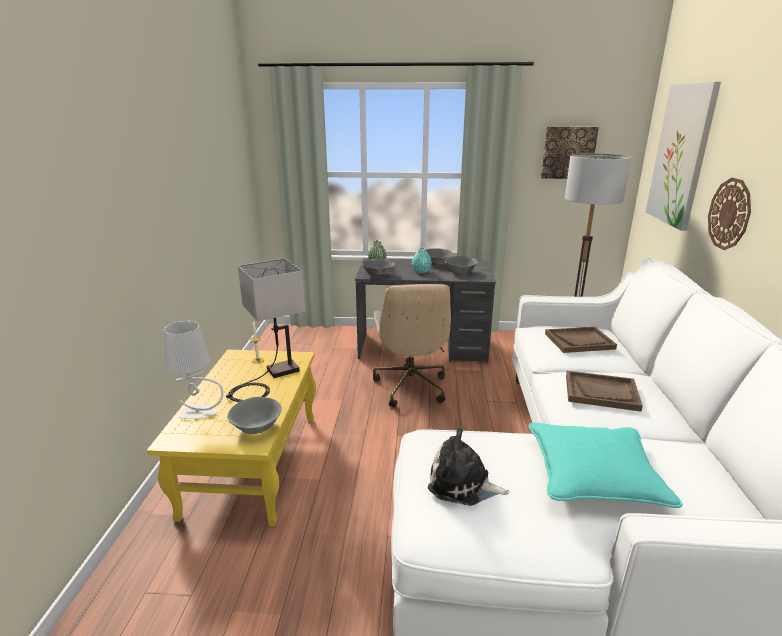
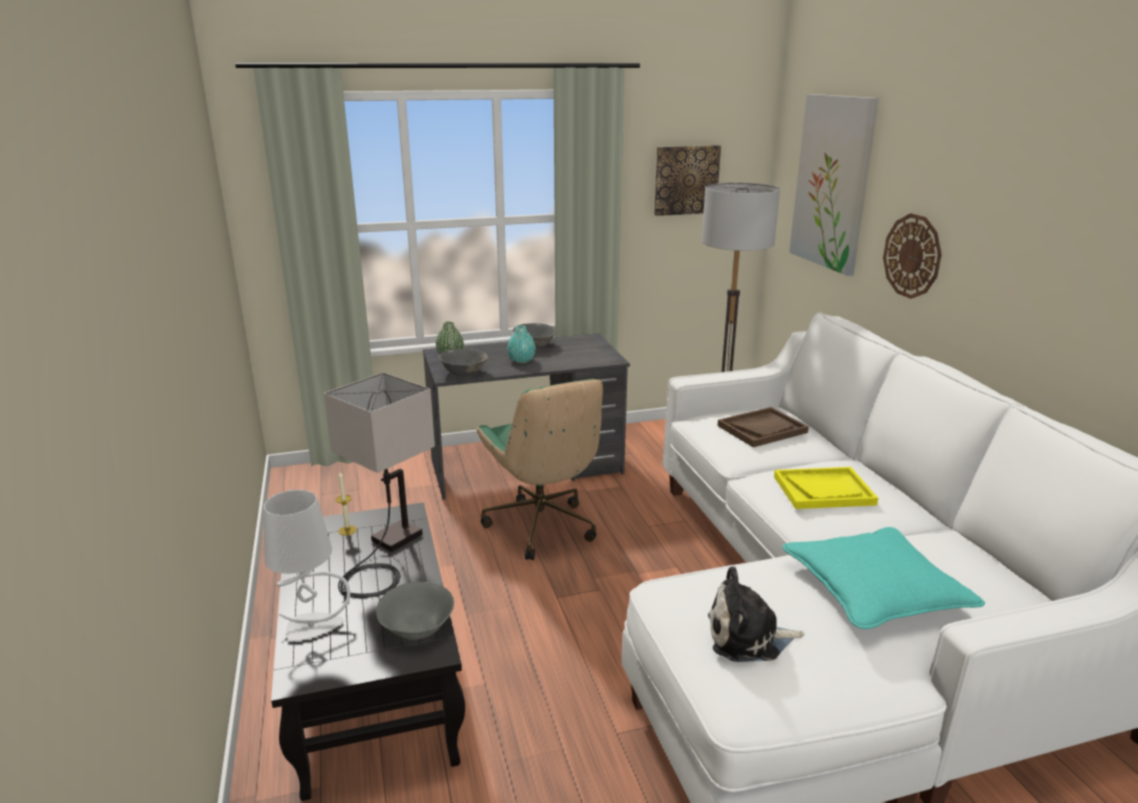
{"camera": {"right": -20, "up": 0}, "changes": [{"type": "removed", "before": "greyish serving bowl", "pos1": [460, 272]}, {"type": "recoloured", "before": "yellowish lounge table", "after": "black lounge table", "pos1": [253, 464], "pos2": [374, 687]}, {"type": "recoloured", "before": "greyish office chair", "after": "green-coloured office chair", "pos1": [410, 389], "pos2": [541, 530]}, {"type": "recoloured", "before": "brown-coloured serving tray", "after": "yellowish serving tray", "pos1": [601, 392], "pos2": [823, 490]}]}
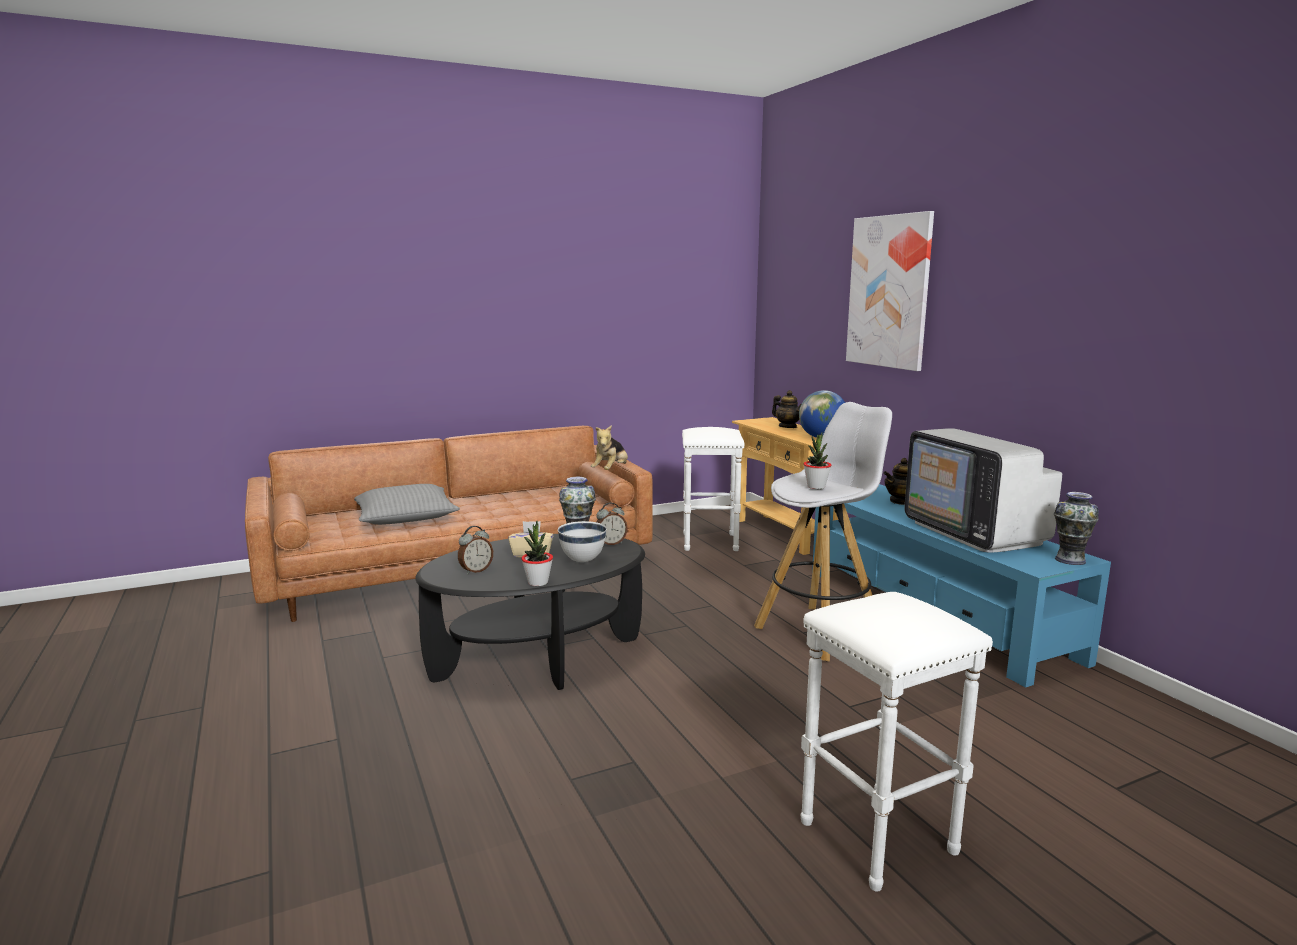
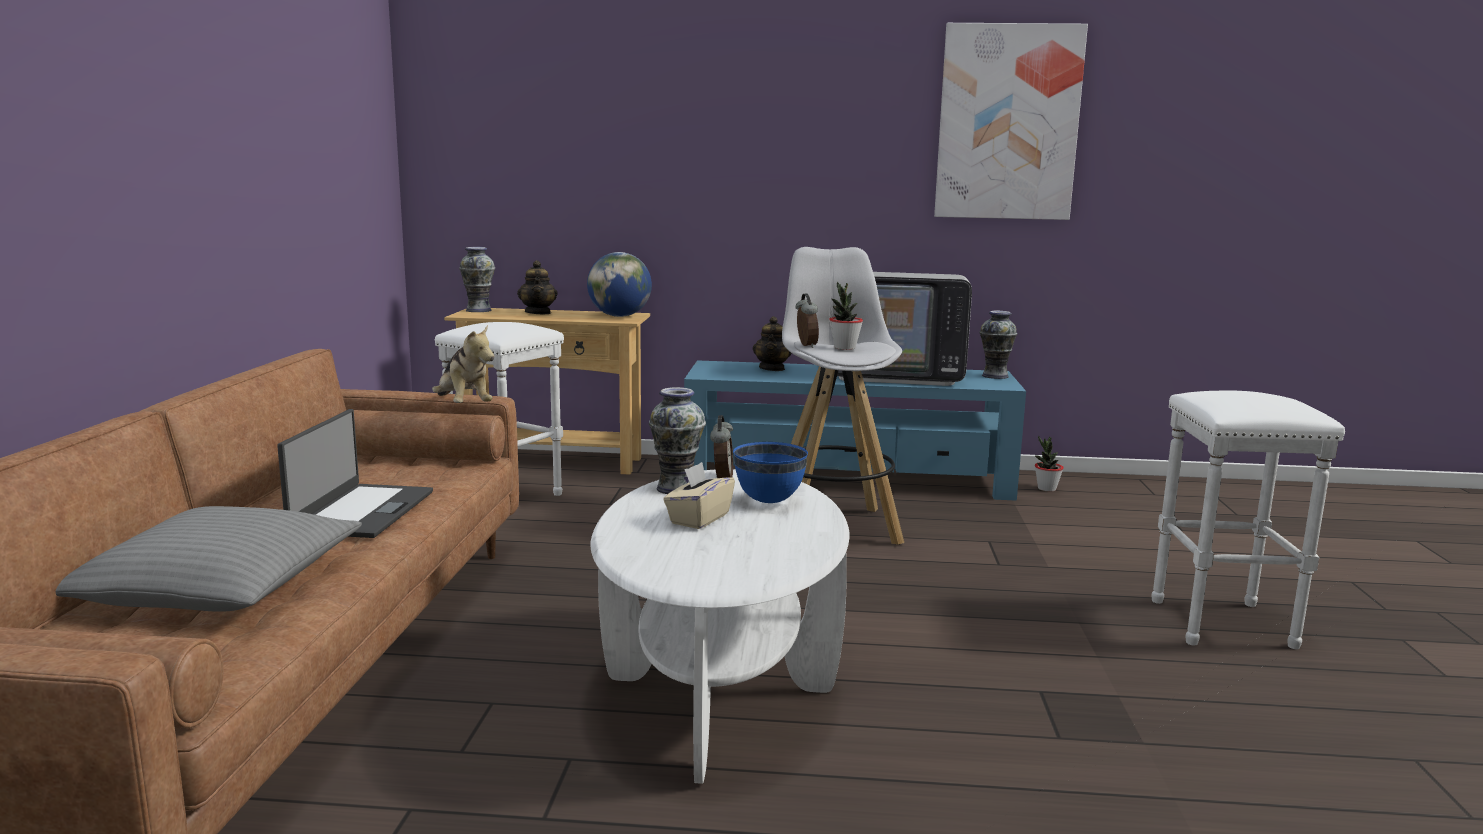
{"camera": {"right": -60, "up": 0}, "changes": [{"type": "added", "after": "laptop", "pos2": [361, 511]}, {"type": "added", "after": "vase", "pos2": [478, 310]}, {"type": "moved", "before": "bedside clock", "pos1": [475, 570], "pos2": [805, 345]}, {"type": "moved", "before": "plant in a pot", "pos1": [538, 582], "pos2": [1046, 489]}, {"type": "moved", "before": "wall picture", "pos1": [889, 292], "pos2": [1008, 123]}, {"type": "recoloured", "before": "black lounge table", "after": "whitish lounge table", "pos1": [538, 659], "pos2": [719, 684]}, {"type": "recoloured", "before": "whitish serving bowl", "after": "blue-coloured serving bowl", "pos1": [582, 560], "pos2": [769, 501]}, {"type": "turned", "before": "pot for tea", "pos1": [787, 427], "pos2": [538, 313], "turn": 90}]}
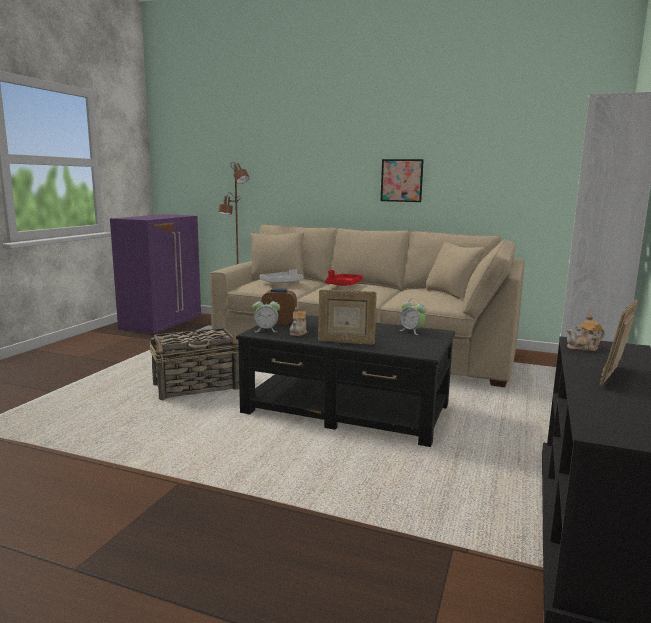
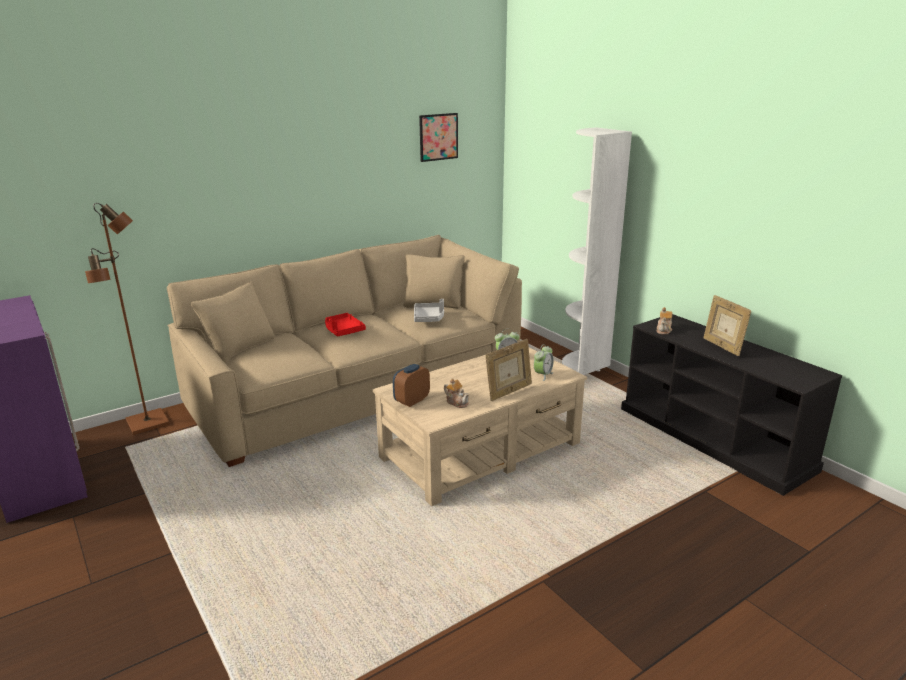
{"camera": {"right": -55, "up": 10}, "changes": [{"type": "removed", "before": "household basket", "pos1": [197, 386]}, {"type": "moved", "before": "bedside clock", "pos1": [266, 330], "pos2": [543, 375]}, {"type": "moved", "before": "greyish serving tray", "pos1": [281, 283], "pos2": [429, 318]}, {"type": "moved", "before": "wall picture", "pos1": [401, 180], "pos2": [438, 137]}, {"type": "recoloured", "before": "black lounge table", "after": "beige-coloured lounge table", "pos1": [347, 409], "pos2": [482, 450]}]}
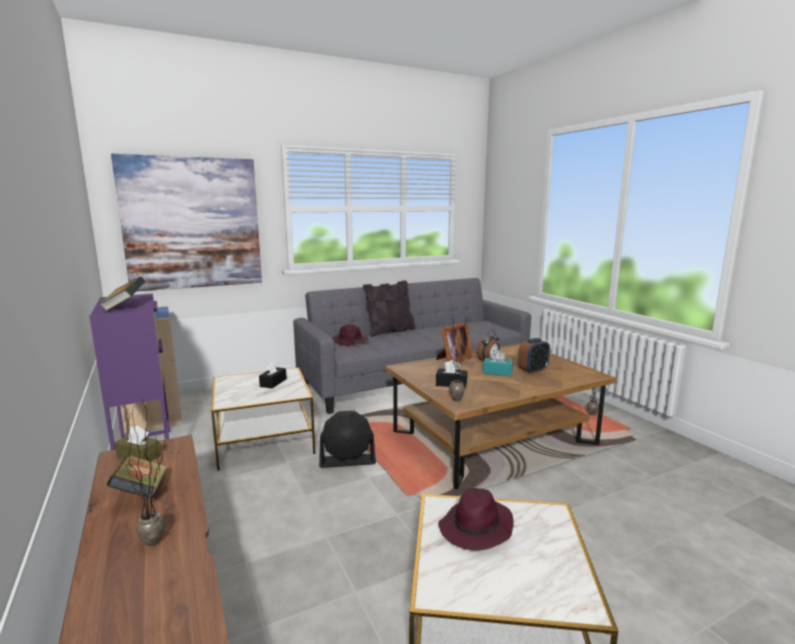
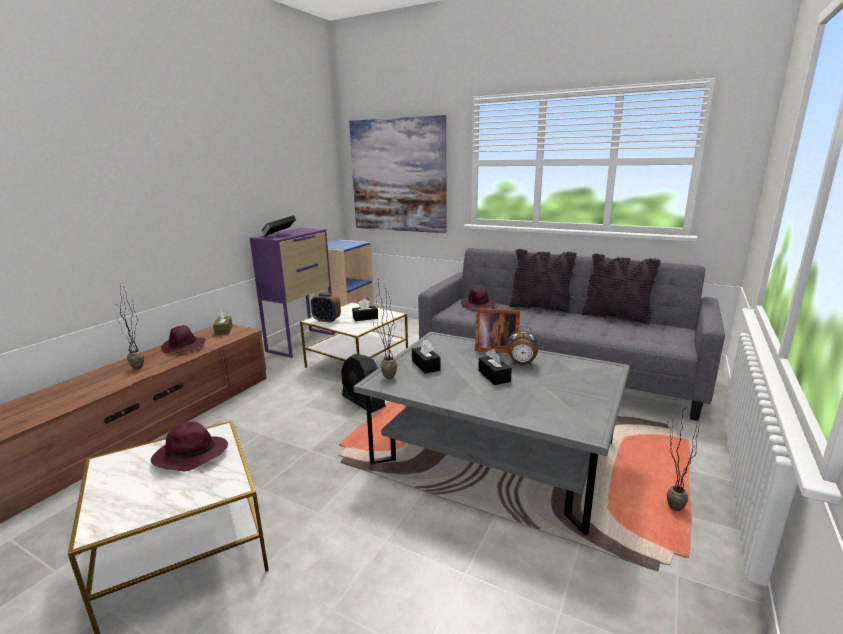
{"camera": {"right": 55, "up": 5}, "changes": [{"type": "added", "after": "black throw pillow", "pos2": [616, 317]}, {"type": "moved", "before": "bedside clock", "pos1": [532, 370], "pos2": [326, 320]}, {"type": "replaced", "before": "book", "after": "purple-coloured hat", "pos1": [141, 493], "pos2": [184, 347]}, {"type": "recoloured", "before": "brown-coloured lounge table", "after": "greyish lounge table", "pos1": [493, 438], "pos2": [493, 453]}, {"type": "recoloured", "before": "turquoise tissue box", "after": "black tissue box", "pos1": [497, 372], "pos2": [494, 376]}]}
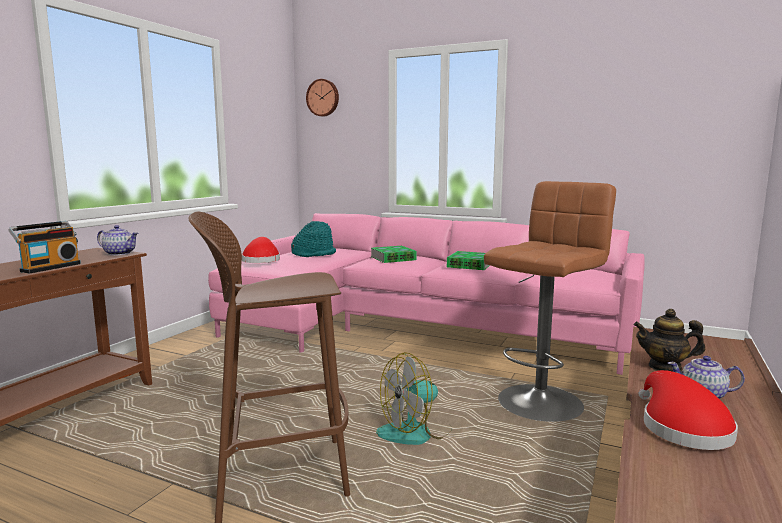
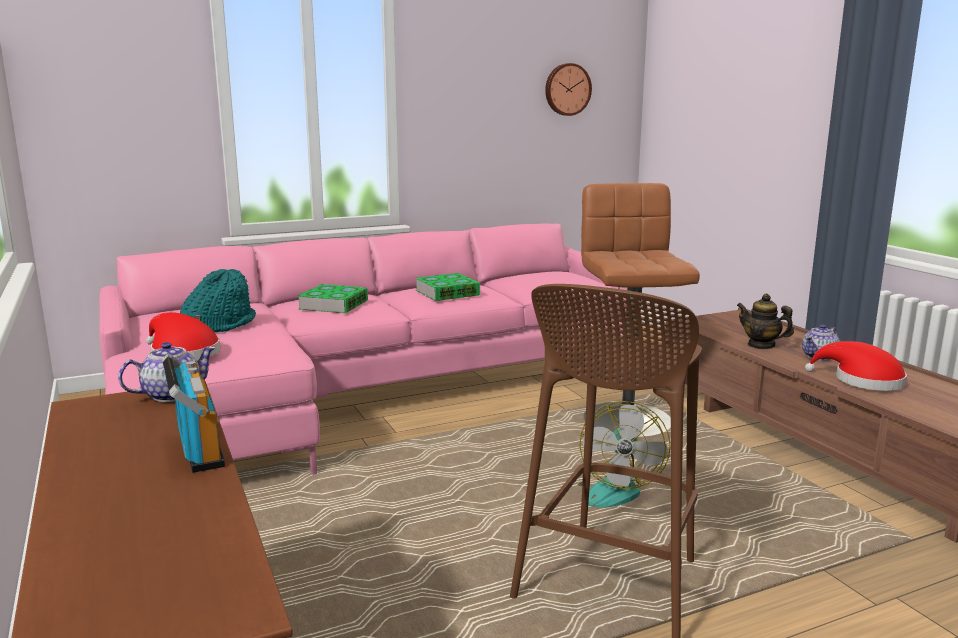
{"camera": {"right": -50, "up": 5}, "changes": [{"type": "moved", "before": "hanging clock", "pos1": [323, 98], "pos2": [567, 89]}, {"type": "turned", "before": "pot for tea", "pos1": [665, 367], "pos2": [761, 345], "turn": 75}]}
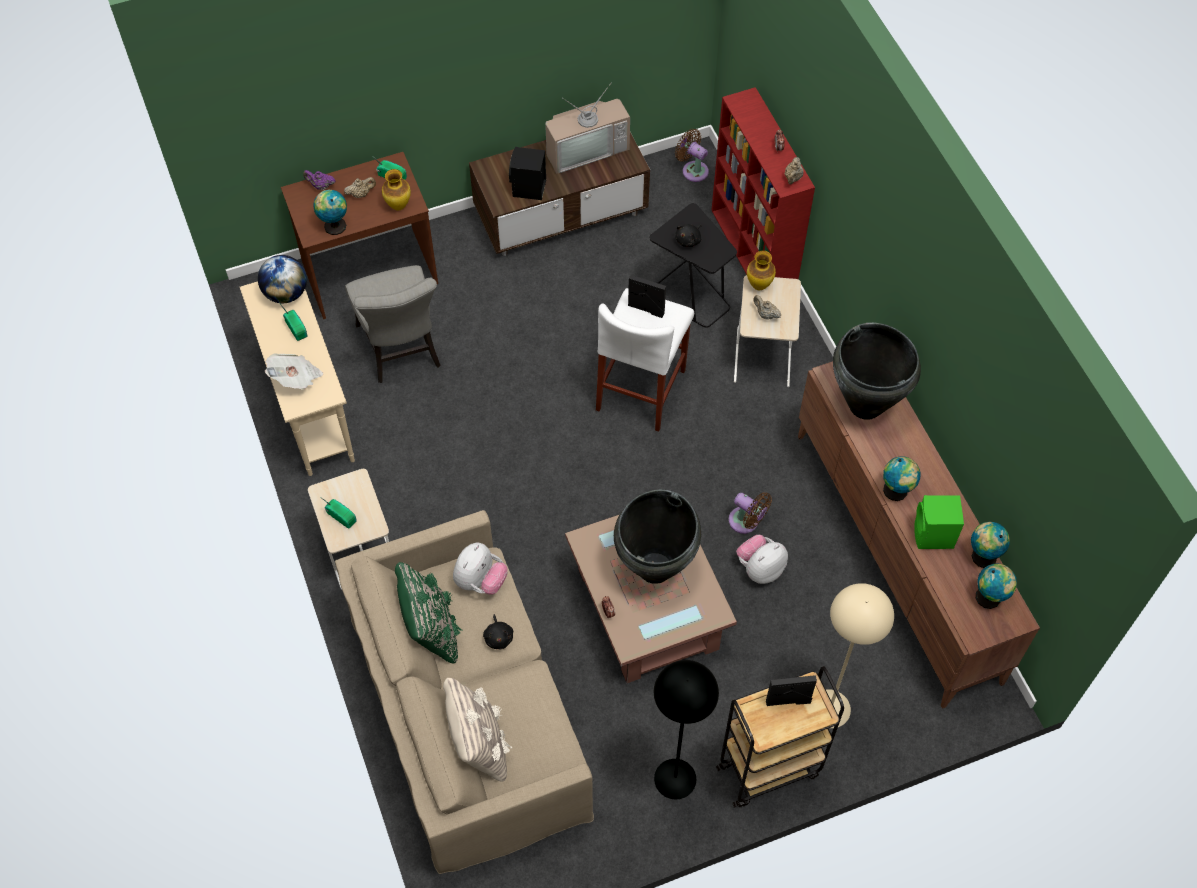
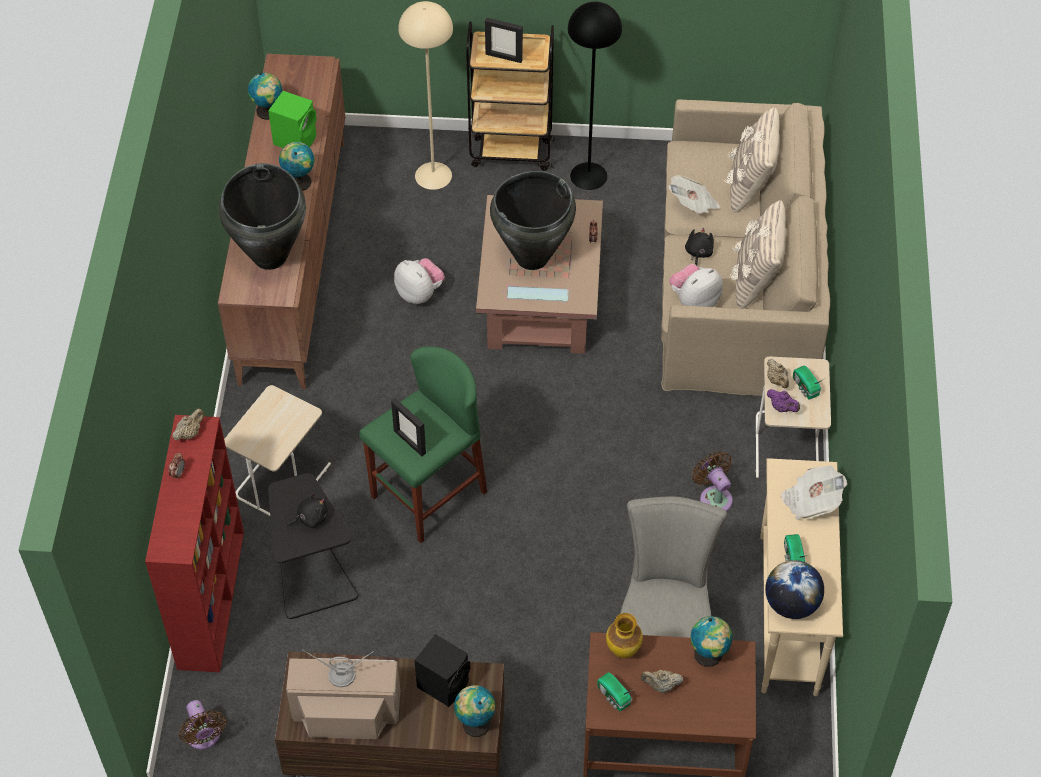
{"camera": {"right": -155, "up": -5}, "changes": [{"type": "removed", "before": "vase", "pos1": [759, 285]}, {"type": "added", "after": "printed paper", "pos2": [693, 204]}, {"type": "moved", "before": "purple-coloured pot for tea", "pos1": [321, 186], "pos2": [782, 408]}, {"type": "moved", "before": "brown-coloured electric fan", "pos1": [746, 522], "pos2": [714, 497]}, {"type": "moved", "before": "beige-coloured pot for tea", "pos1": [765, 314], "pos2": [777, 380]}, {"type": "moved", "before": "desk globe", "pos1": [990, 597], "pos2": [474, 723]}, {"type": "recoloured", "before": "green-coloured throw pillow", "after": "beige-coloured throw pillow", "pos1": [433, 629], "pos2": [753, 279]}, {"type": "recoloured", "before": "whitish stool", "after": "green-coloured stool", "pos1": [641, 390], "pos2": [428, 494]}, {"type": "turned", "before": "soft toy", "pos1": [760, 568], "pos2": [419, 293], "turn": -120}]}
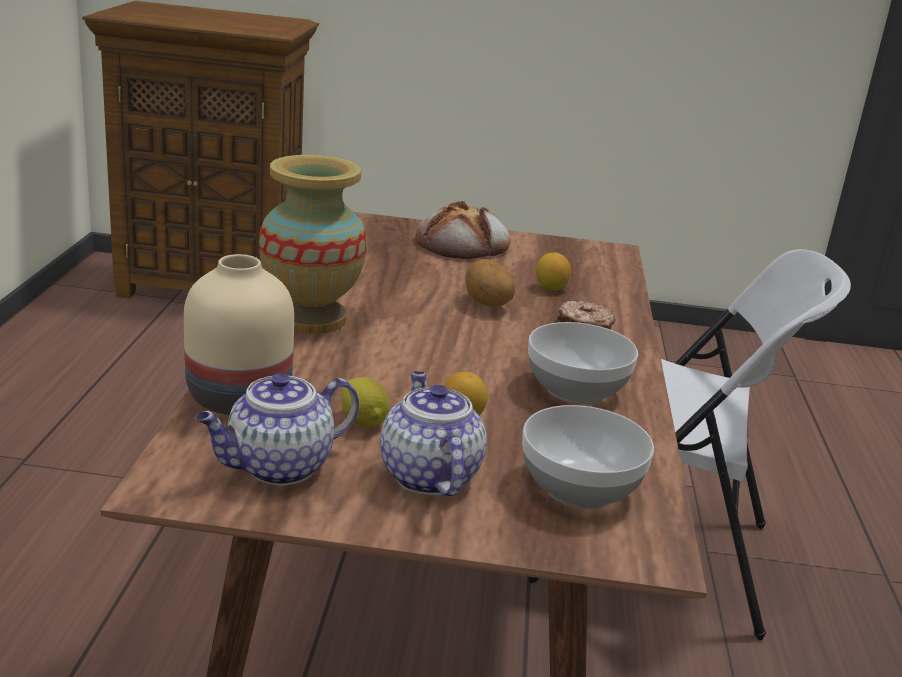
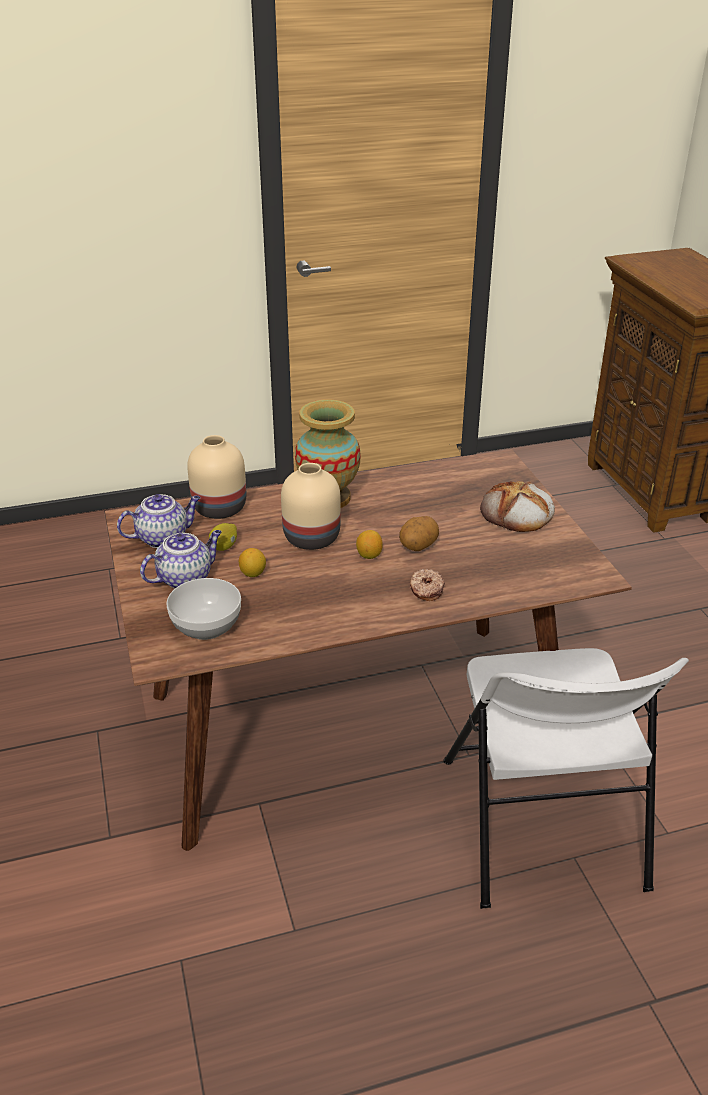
{"camera": {"right": 70, "up": 10}, "changes": [{"type": "removed", "before": "serving bowl", "pos1": [574, 388]}, {"type": "added", "after": "beige-coloured vase", "pos2": [311, 537]}, {"type": "moved", "before": "lemon", "pos1": [550, 288], "pos2": [369, 555]}, {"type": "turned", "before": "pot for tea", "pos1": [278, 467], "pos2": [163, 538], "turn": 120}]}
